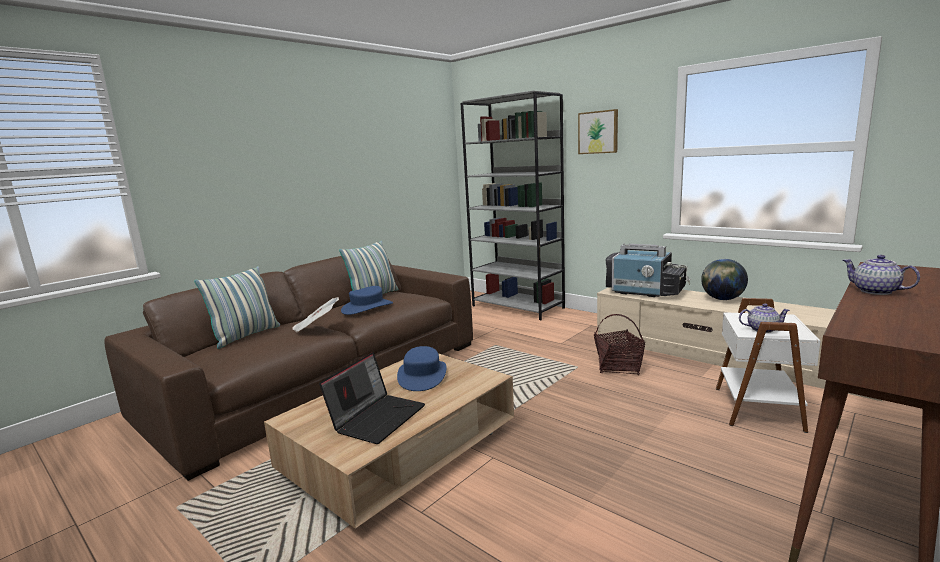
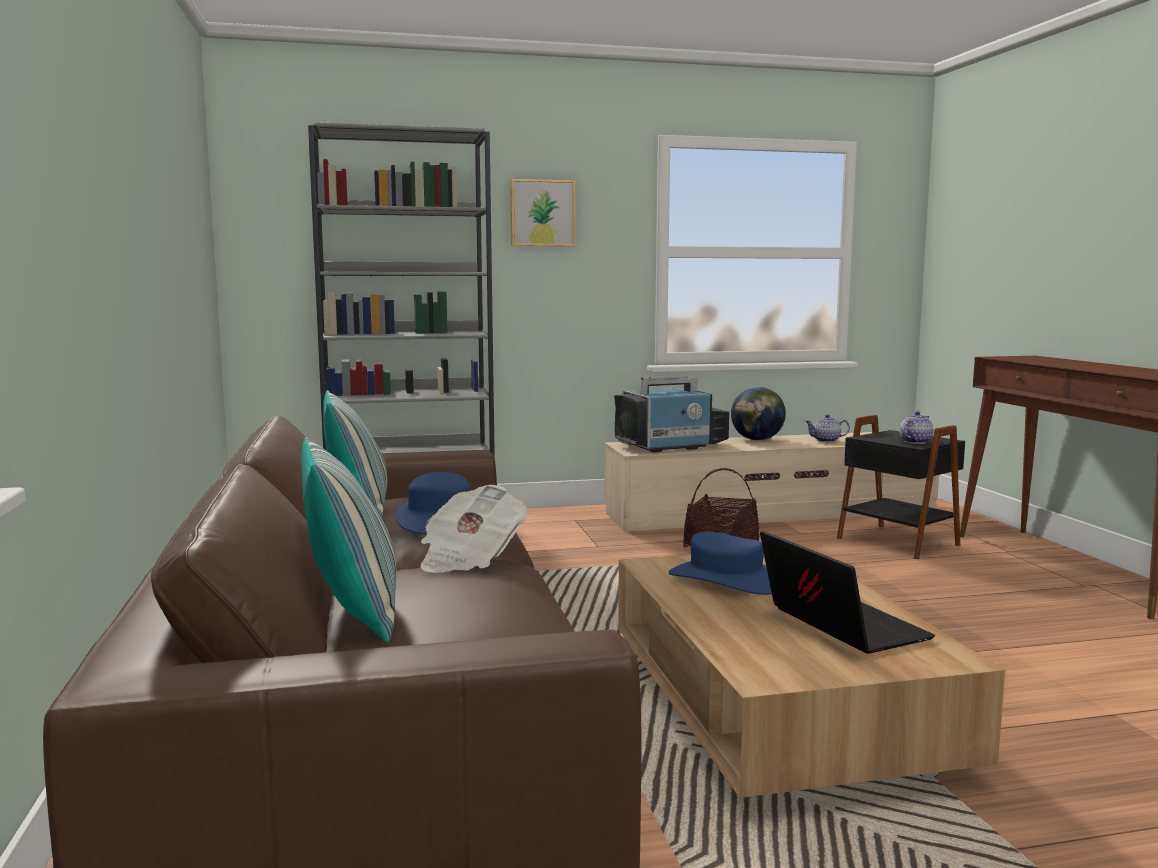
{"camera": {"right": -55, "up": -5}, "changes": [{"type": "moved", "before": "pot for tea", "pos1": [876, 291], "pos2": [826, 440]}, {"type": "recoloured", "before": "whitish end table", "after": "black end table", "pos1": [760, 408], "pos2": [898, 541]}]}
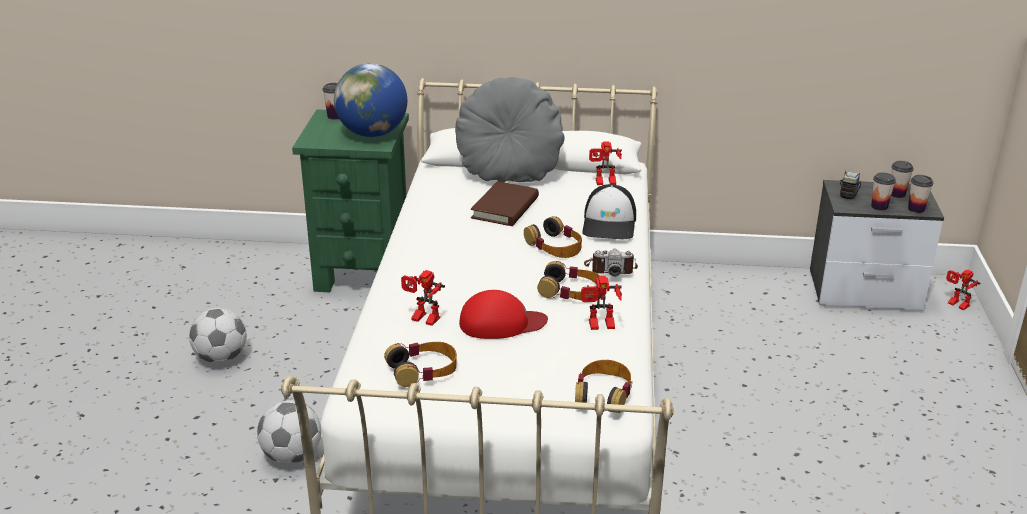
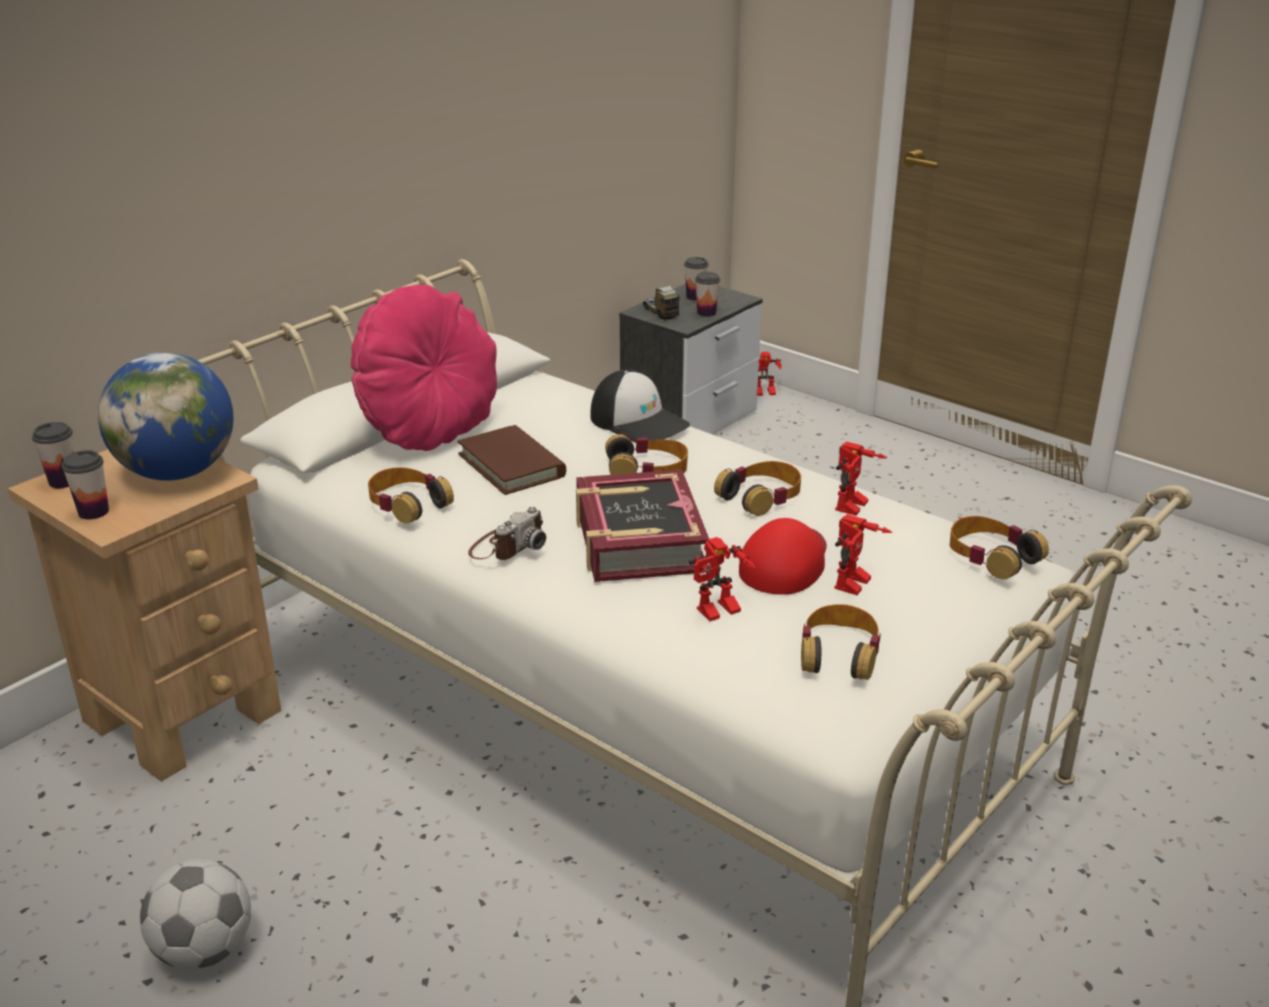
{"camera": {"right": -55, "up": 0}, "changes": [{"type": "removed", "before": "football ball", "pos1": [292, 456]}, {"type": "added", "after": "headphones", "pos2": [408, 503]}, {"type": "added", "after": "book", "pos2": [638, 540]}, {"type": "moved", "before": "photo camera", "pos1": [610, 268], "pos2": [507, 546]}, {"type": "moved", "before": "toy robot", "pos1": [604, 183], "pos2": [856, 586]}, {"type": "moved", "before": "small cup", "pos1": [916, 209], "pos2": [93, 512]}, {"type": "recoloured", "before": "green-coloured night table", "after": "beige-coloured night table", "pos1": [363, 273], "pos2": [186, 716]}, {"type": "recoloured", "before": "greyish throw pillow", "after": "pinkish throw pillow", "pos1": [509, 176], "pos2": [431, 434]}]}
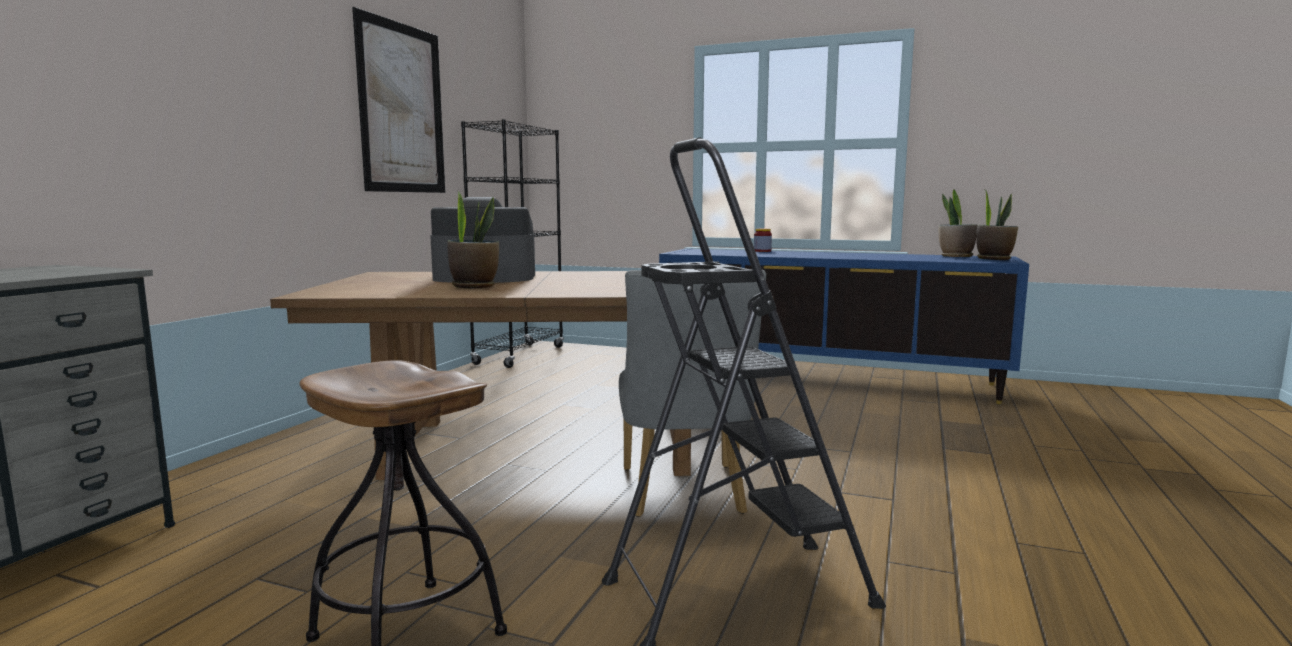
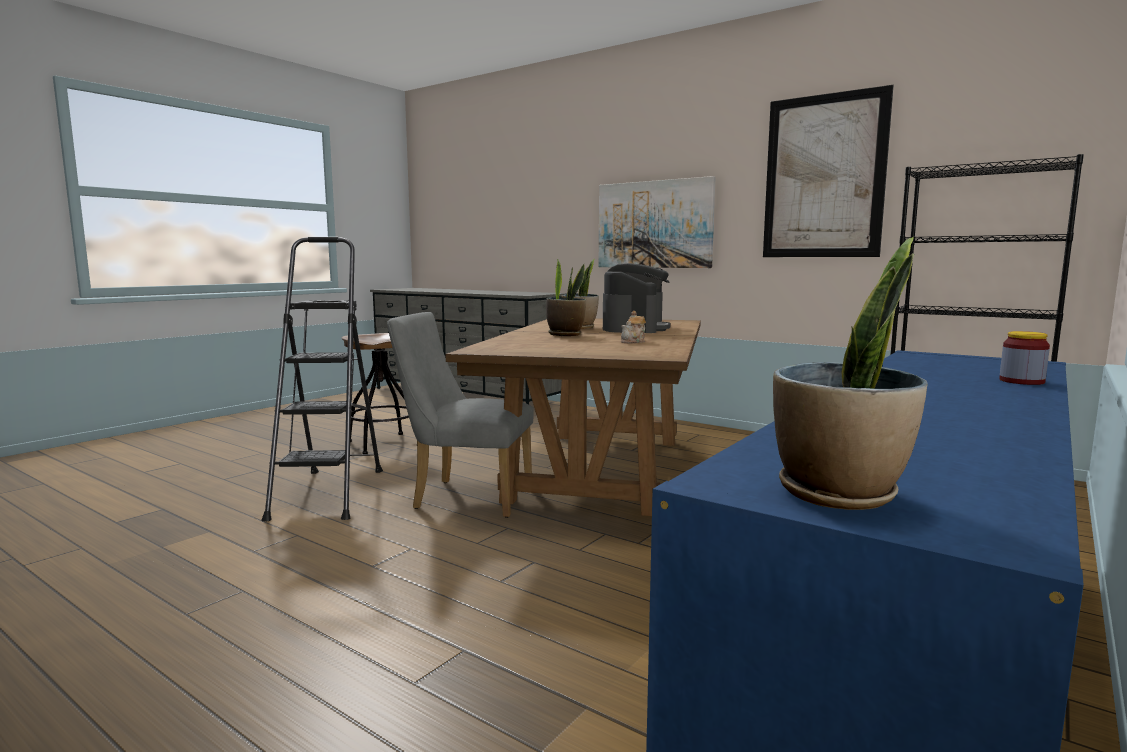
{"camera": {"right": 105, "up": 0}, "changes": [{"type": "added", "after": "wall picture", "pos2": [654, 224]}, {"type": "added", "after": "pot for tea", "pos2": [633, 342]}, {"type": "moved", "before": "plant in a pot", "pos1": [955, 256], "pos2": [565, 334]}]}
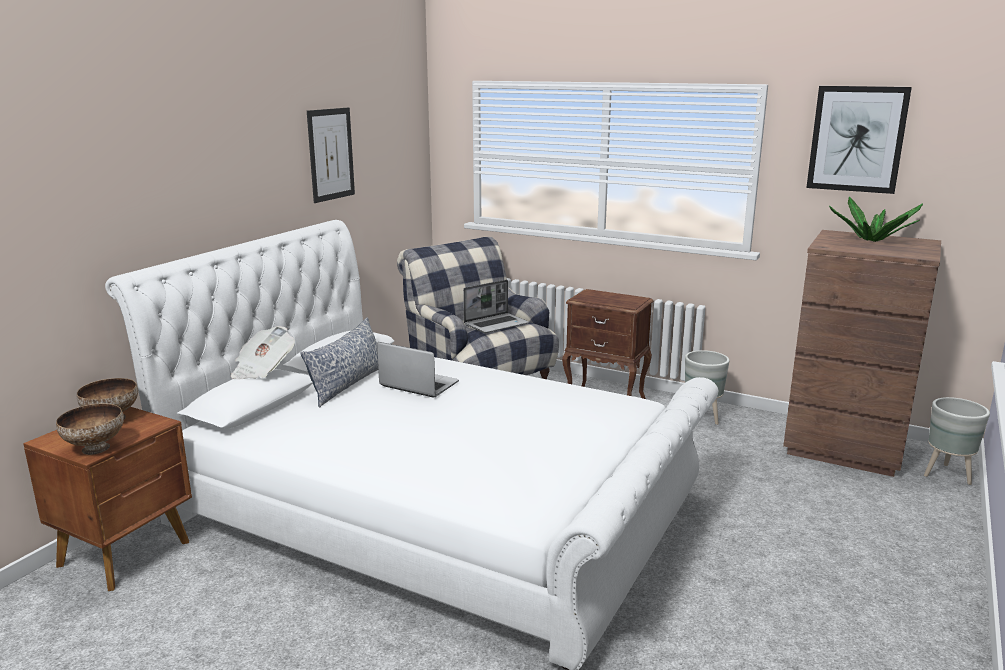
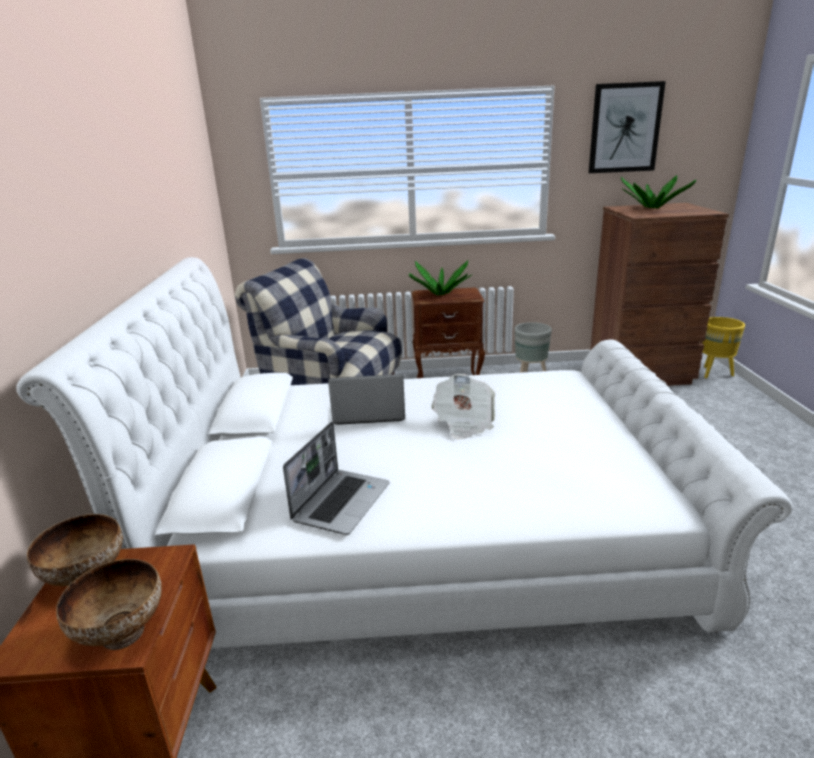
{"camera": {"right": -30, "up": 5}, "changes": [{"type": "removed", "before": "throw pillow", "pos1": [347, 383]}, {"type": "removed", "before": "wall picture", "pos1": [331, 154]}, {"type": "added", "after": "plant in a pot", "pos2": [440, 294]}, {"type": "moved", "before": "printed paper", "pos1": [262, 370], "pos2": [464, 422]}, {"type": "moved", "before": "laptop", "pos1": [496, 324], "pos2": [341, 502]}, {"type": "recoloured", "before": "greyish flower pot", "after": "yellowish flower pot", "pos1": [947, 475], "pos2": [714, 373]}]}
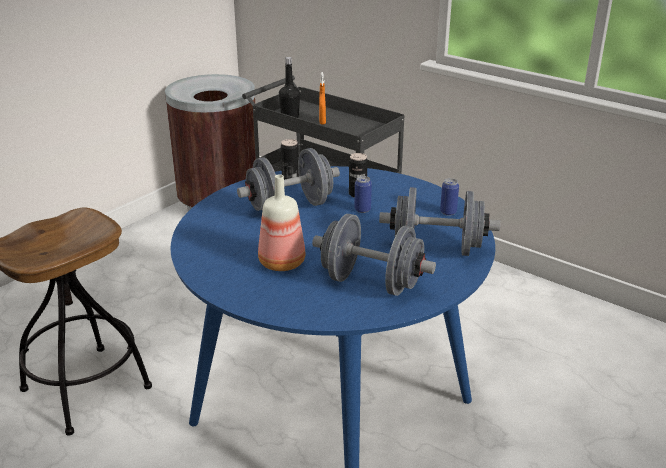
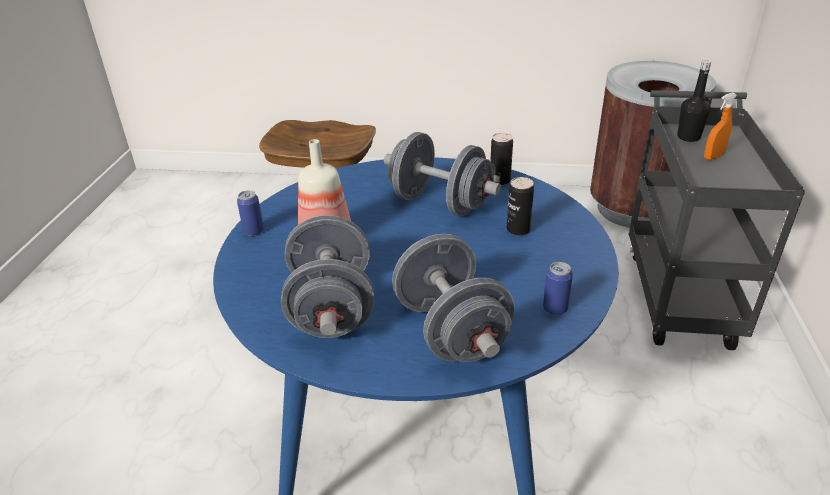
{"camera": {"right": 60, "up": 5}, "changes": [{"type": "moved", "before": "sealed can", "pos1": [362, 209], "pos2": [254, 231]}]}
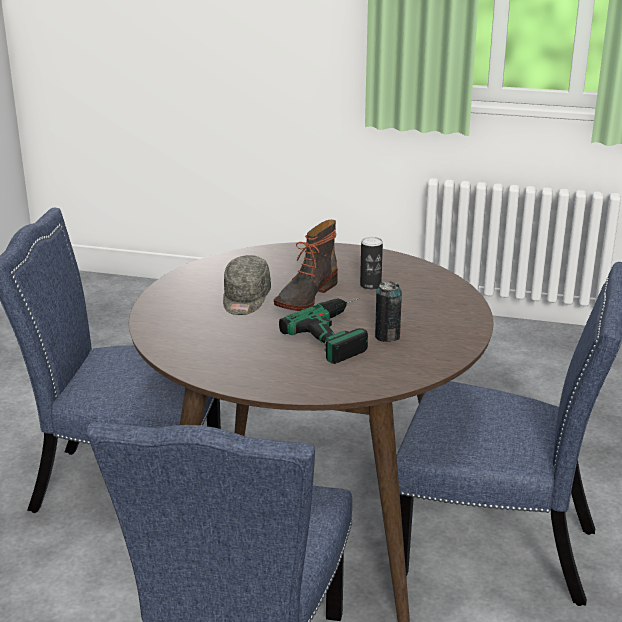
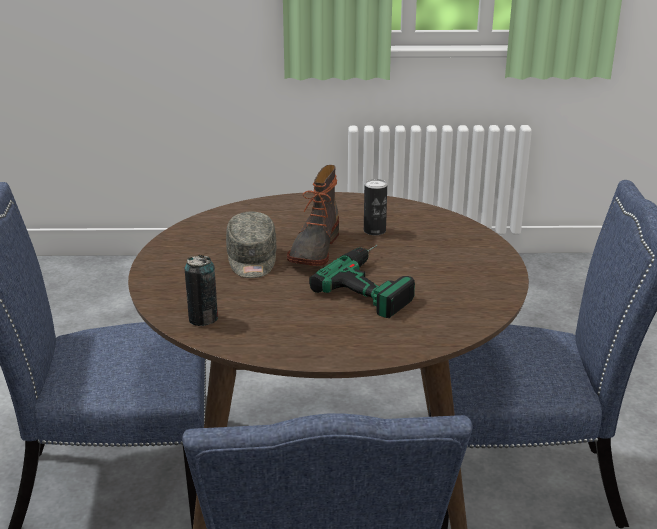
{"camera": {"right": -15, "up": 0}, "changes": [{"type": "moved", "before": "sealed can", "pos1": [387, 337], "pos2": [203, 319]}]}
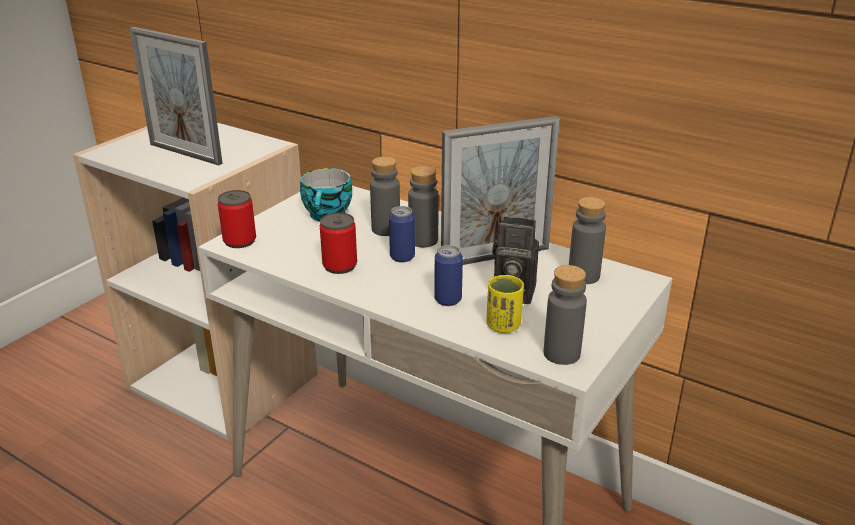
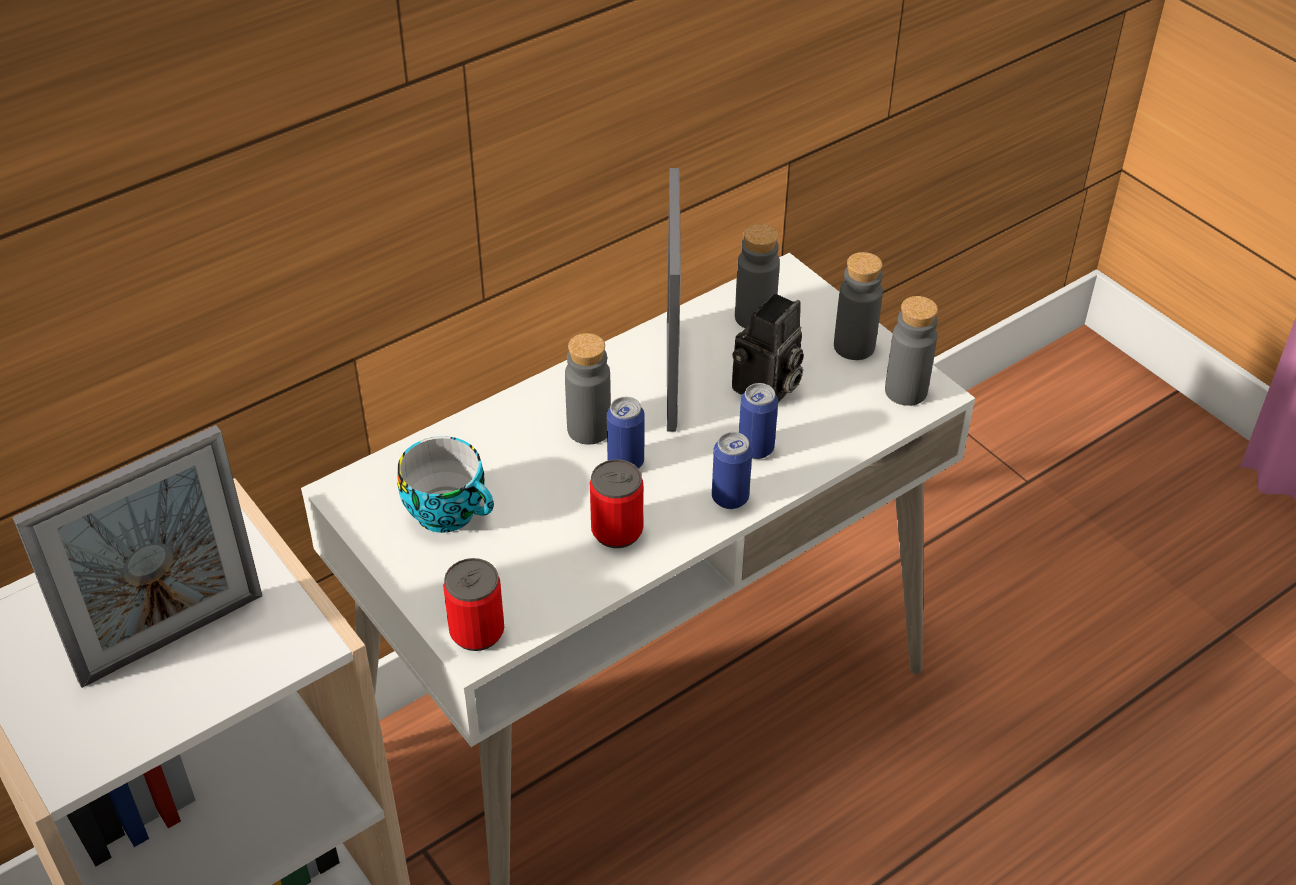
{"camera": {"right": -70, "up": 15}, "changes": [{"type": "removed", "before": "yellowish small cup", "pos1": [503, 326]}, {"type": "added", "after": "sealed can", "pos2": [730, 498]}, {"type": "moved", "before": "greyish bottle", "pos1": [386, 229], "pos2": [854, 346]}]}
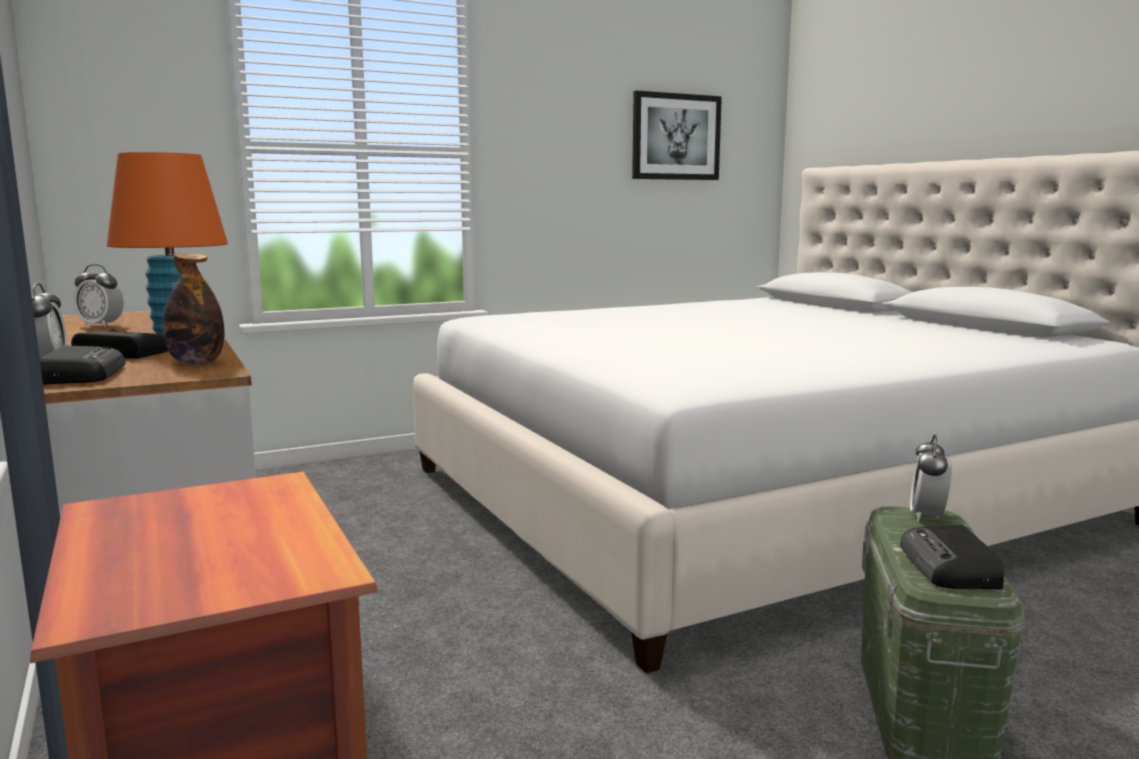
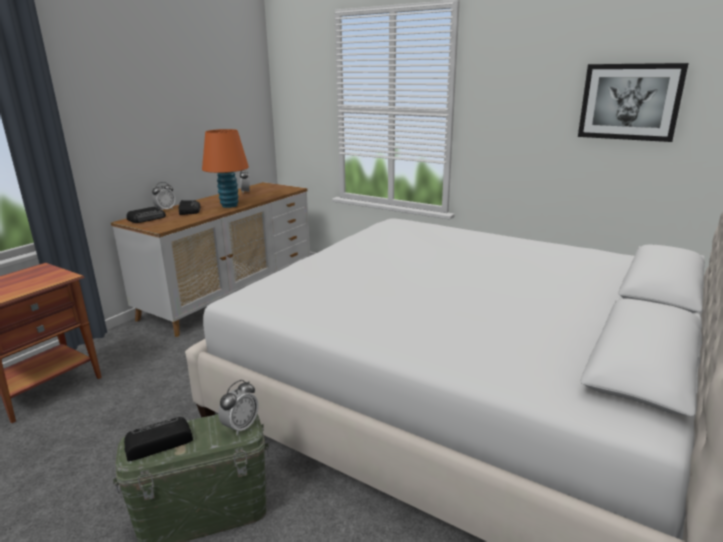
{"camera": {"right": 60, "up": 10}, "changes": [{"type": "removed", "before": "bottle", "pos1": [196, 363]}, {"type": "turned", "before": "bedside clock", "pos1": [927, 516], "pos2": [240, 427], "turn": 135}]}
